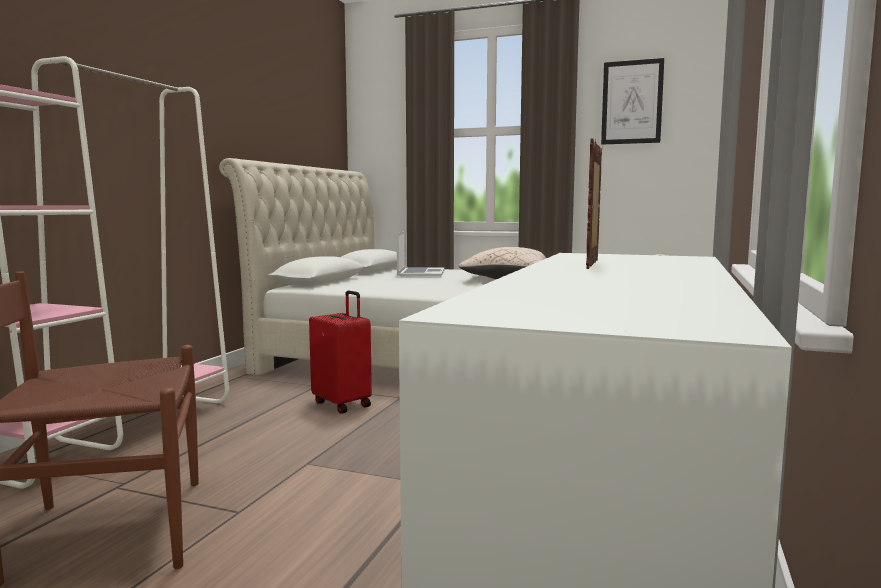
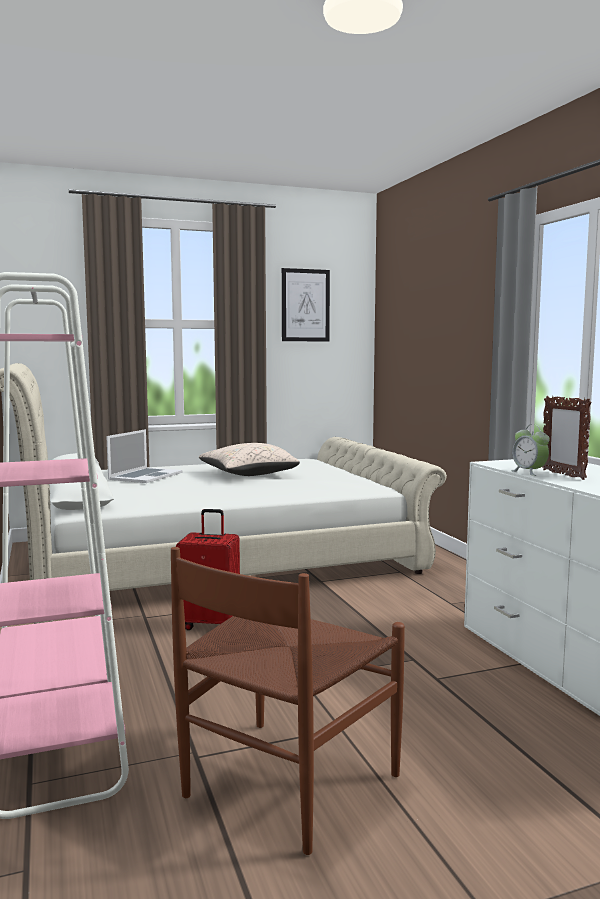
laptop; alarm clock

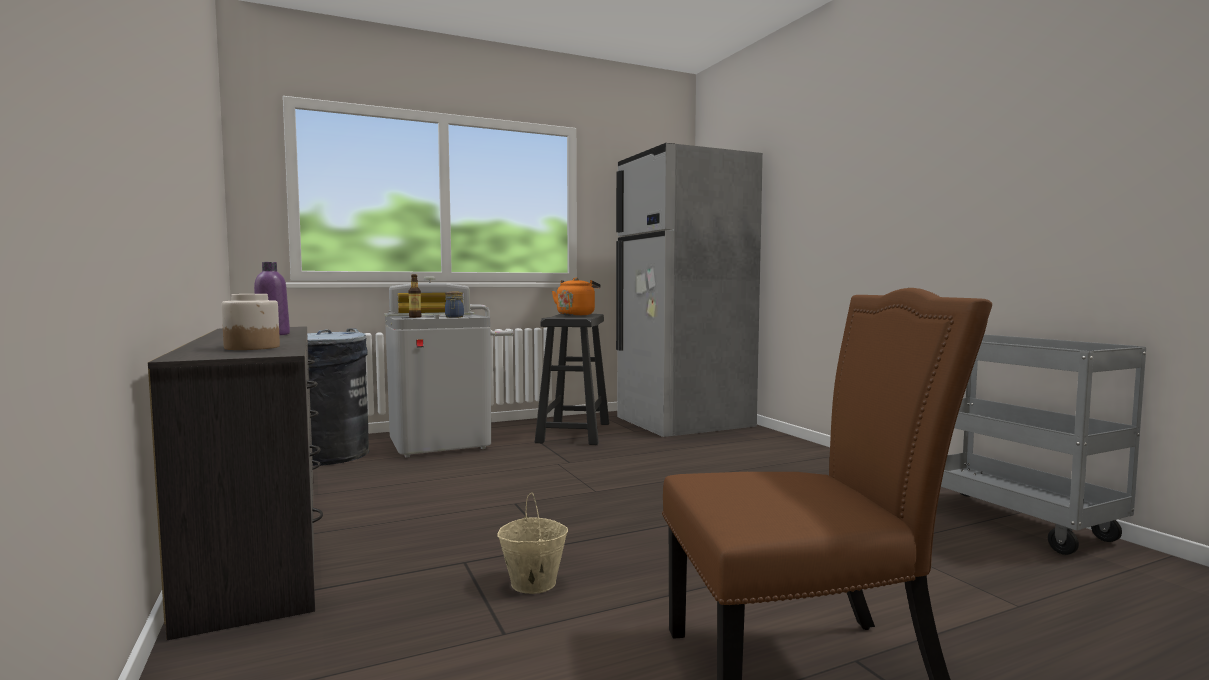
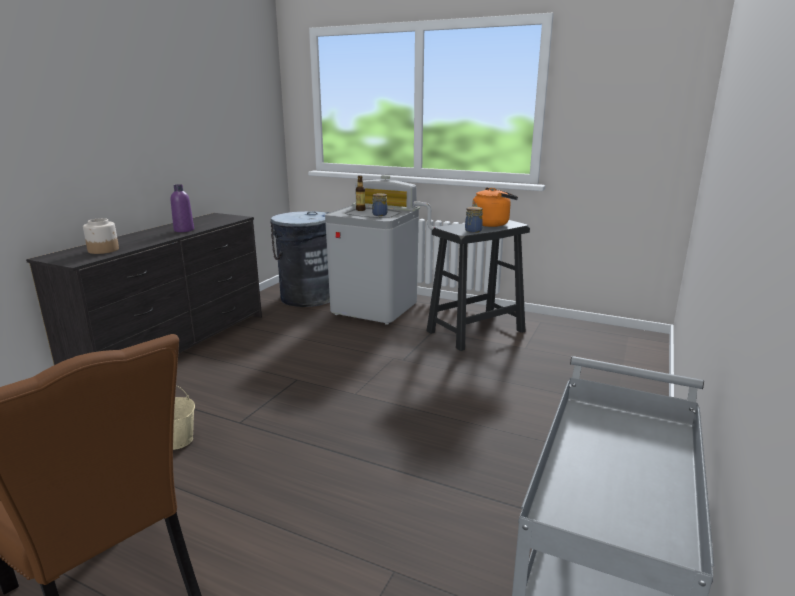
jar (3rd from left); fridge (grey)

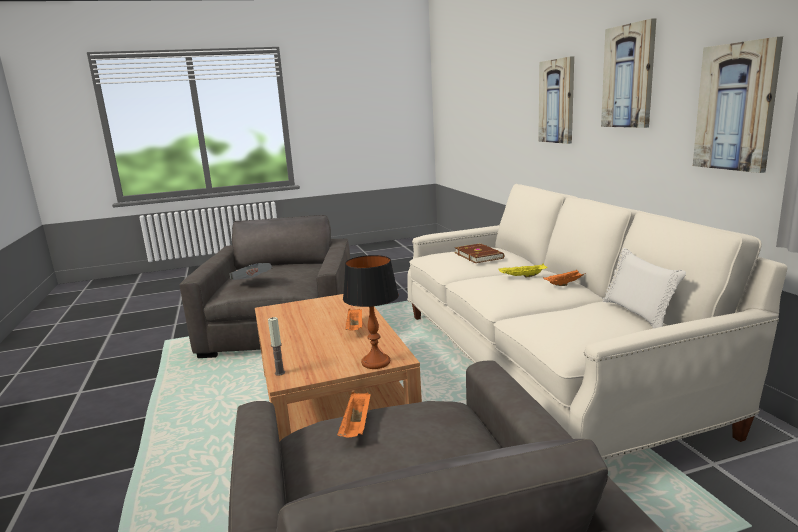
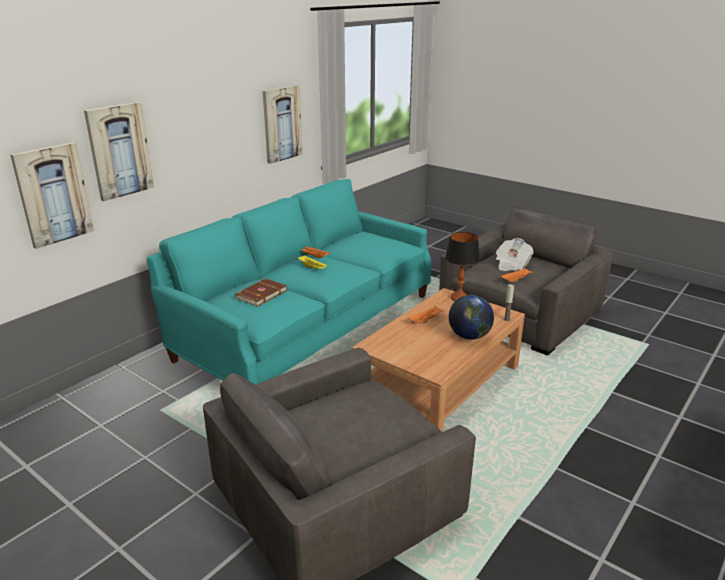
picture (1st from left); sofa (turquoise); globe; newspaper; pillow (white)

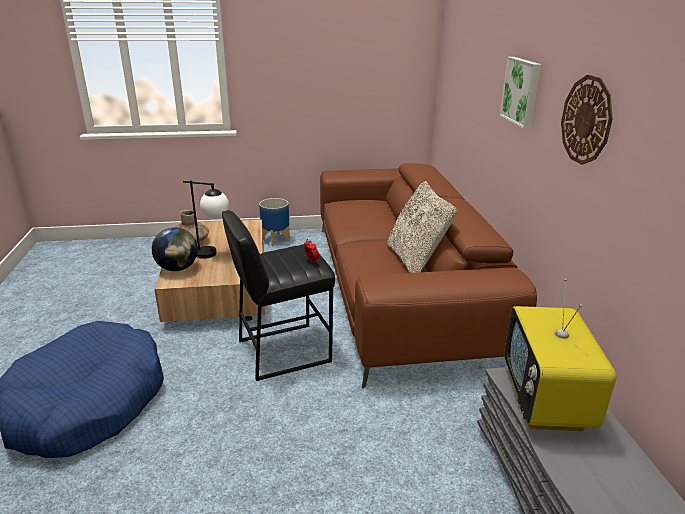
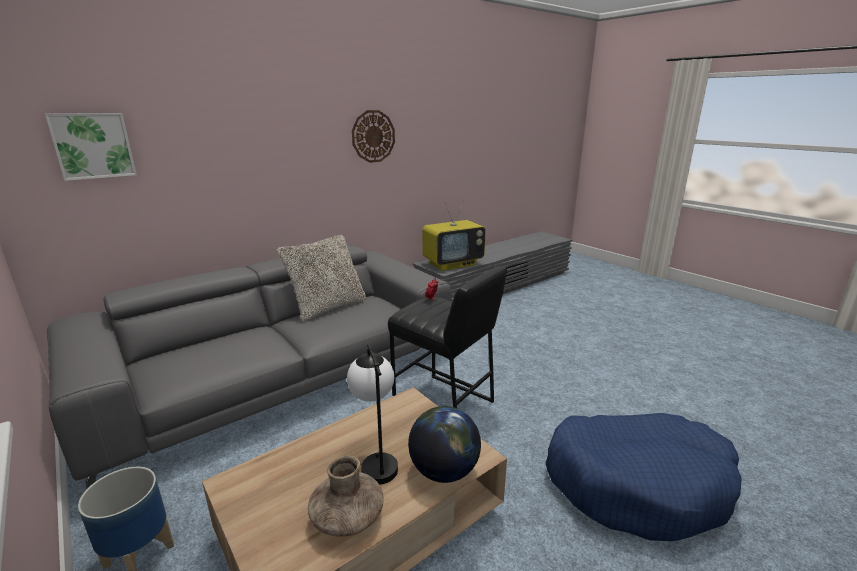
picture; sofa (grey)

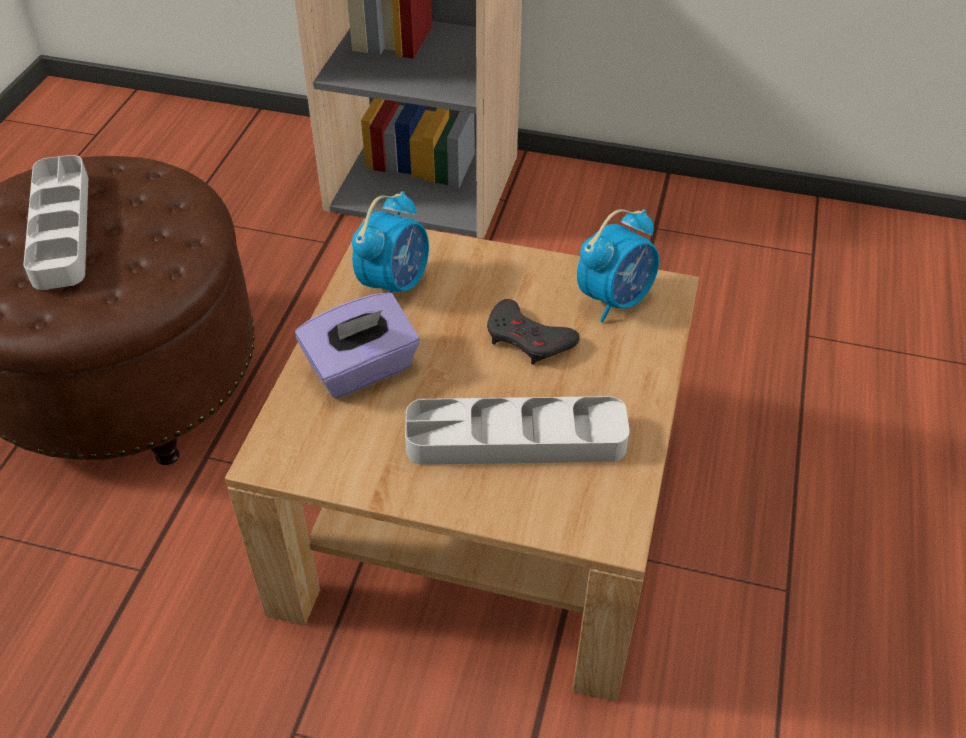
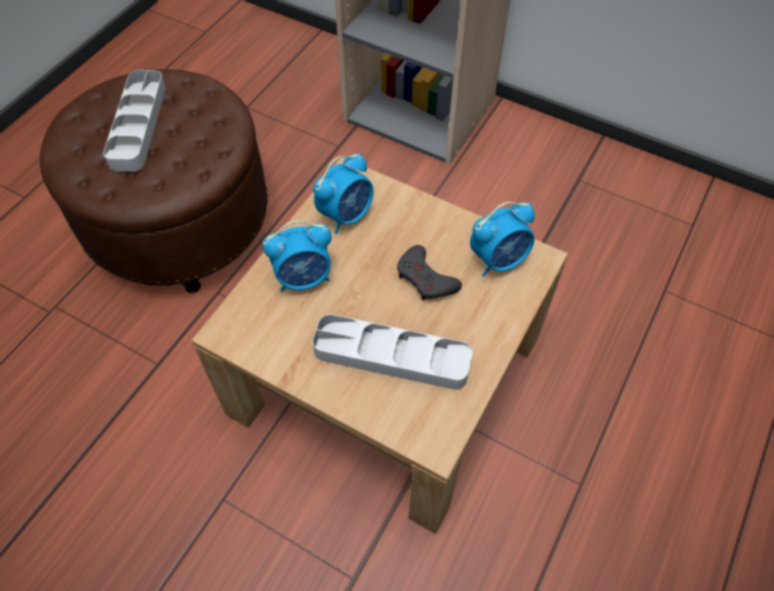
alarm clock (1st from left)

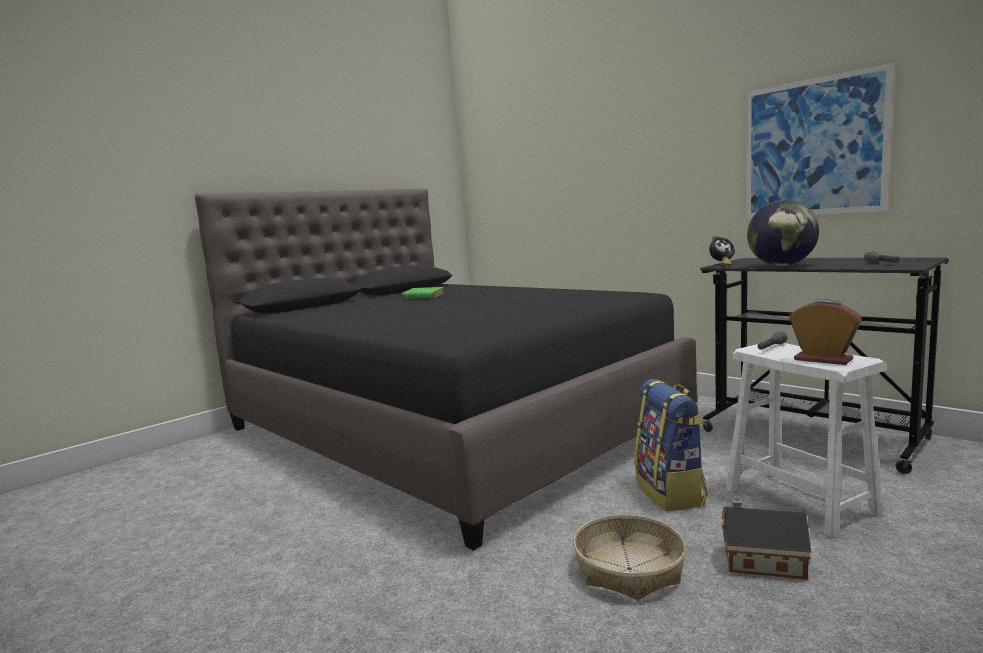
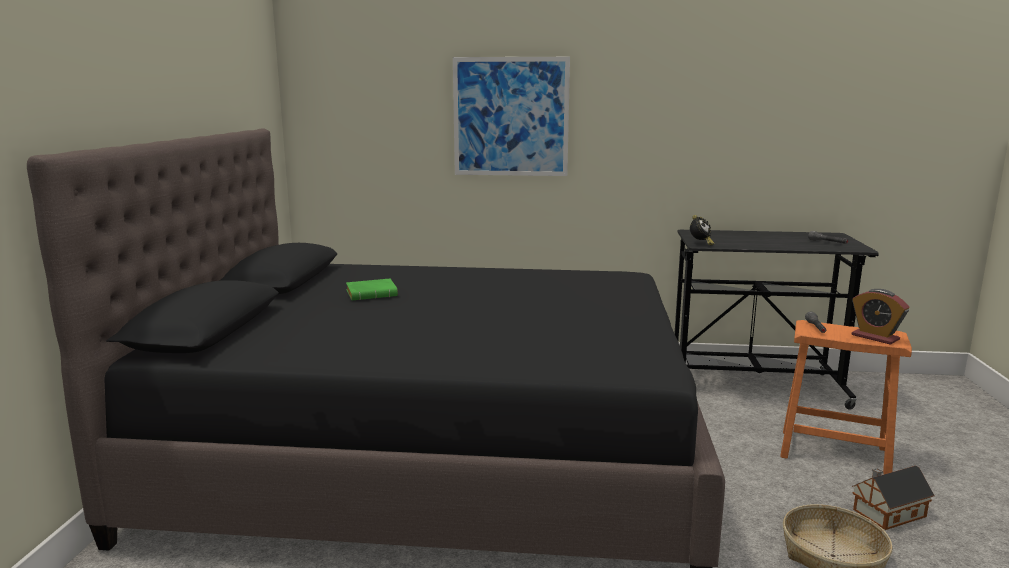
picture; stool (orange); alarm clock (2nd from left); backpack; globe

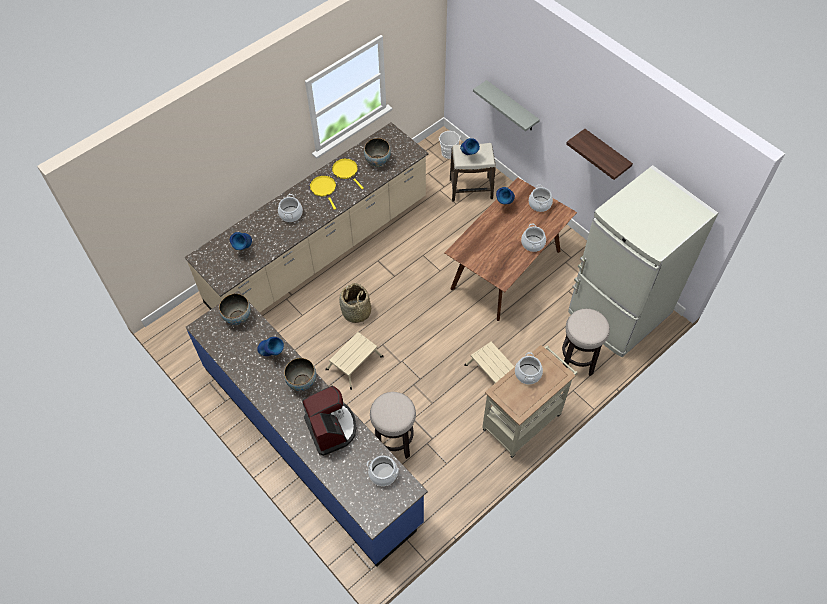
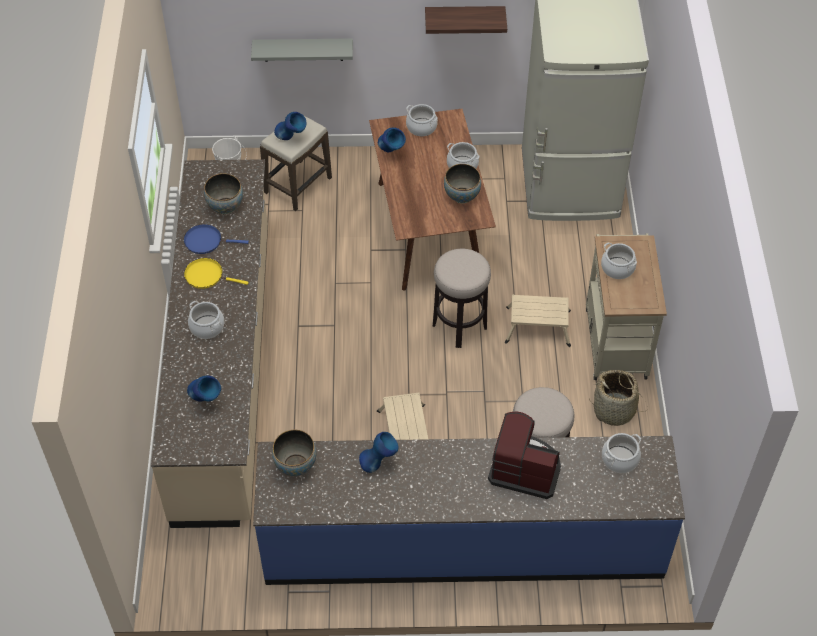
frying pan (blue); stool (2nd from left); bowl (3rd from left); basket

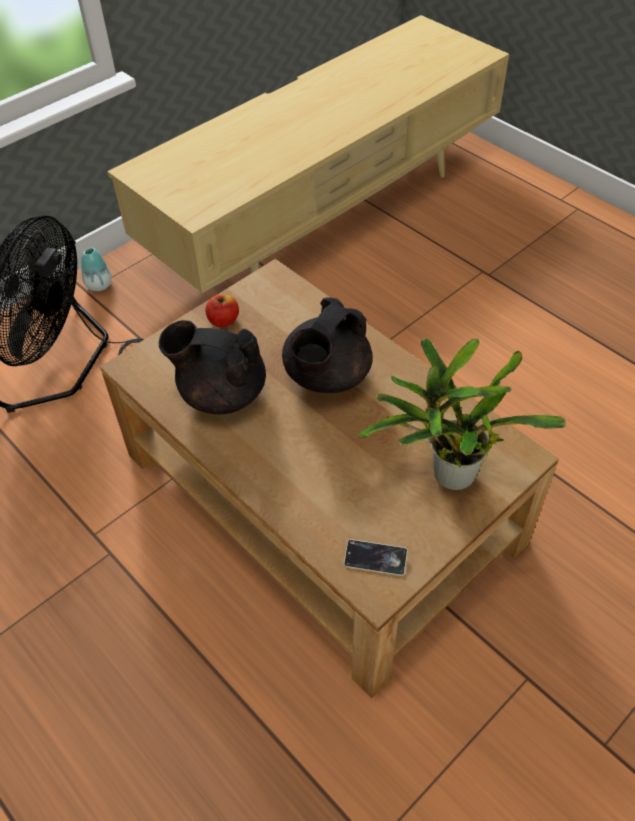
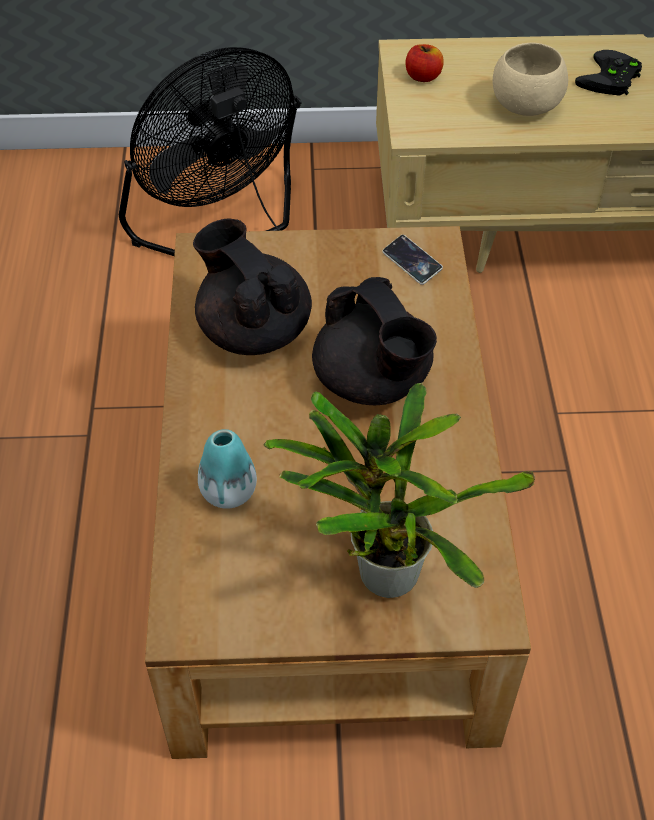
vase; teapot (black) (2nd from left); phone; apple; bowl (beige); game controller (black)

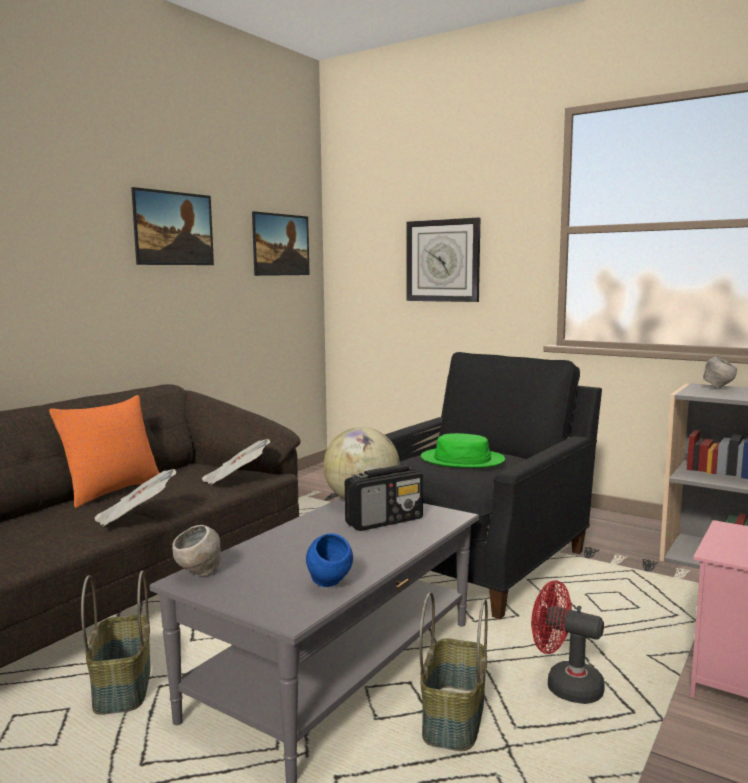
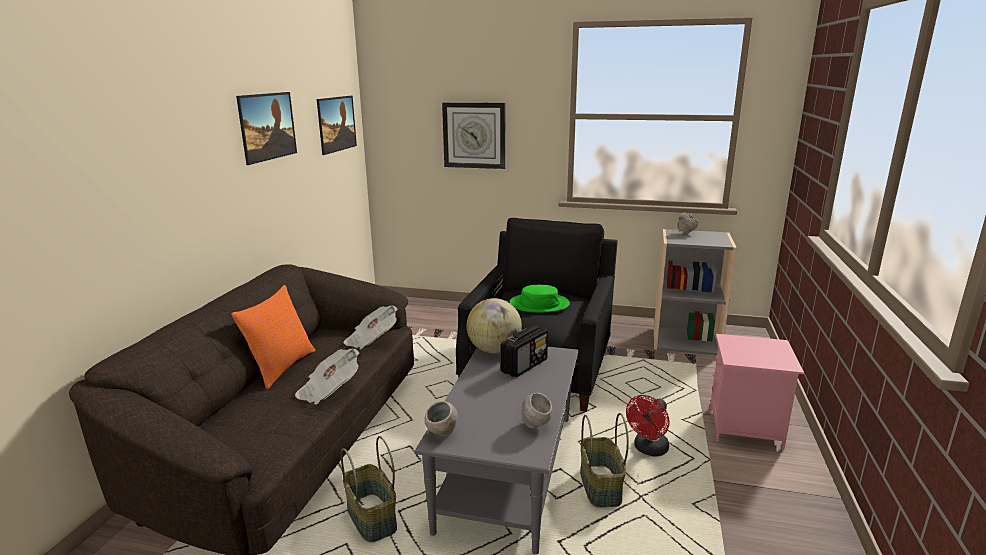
bowl (grey) (2nd from left); fan (red)

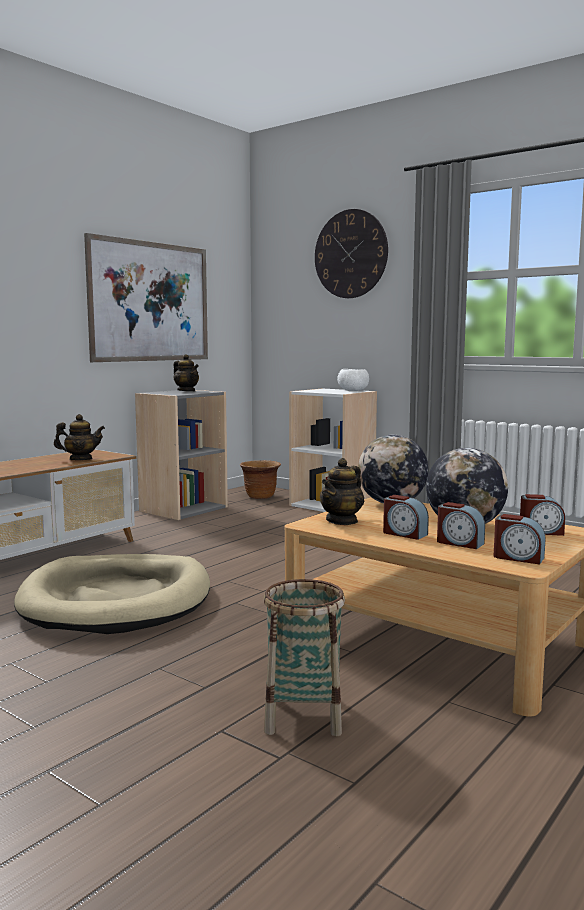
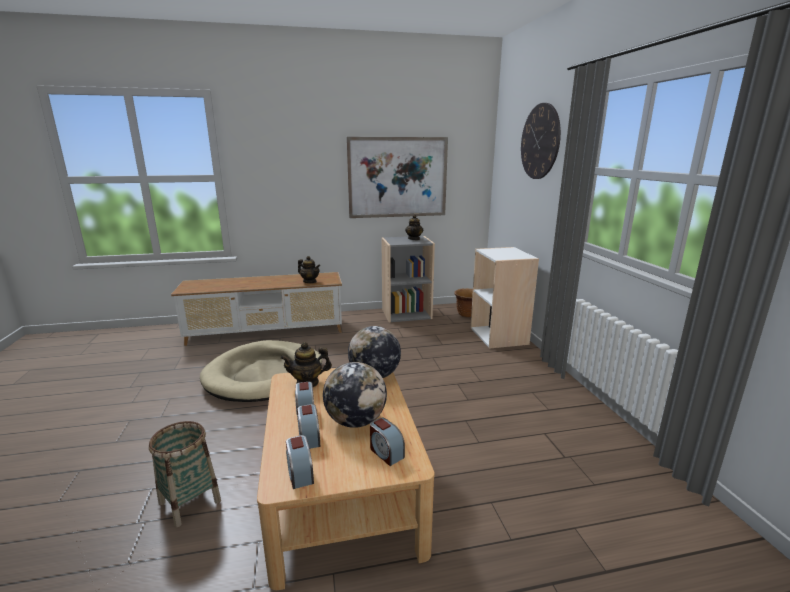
bowl (white)

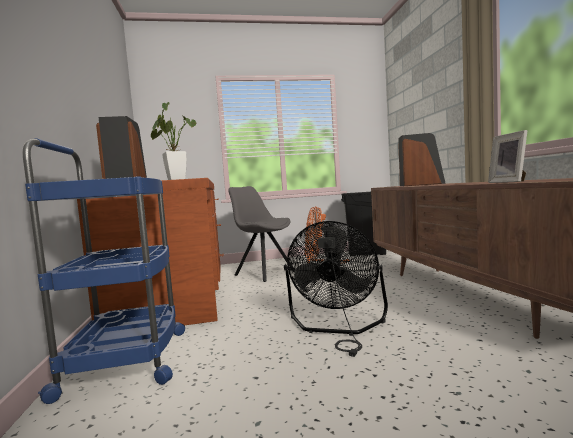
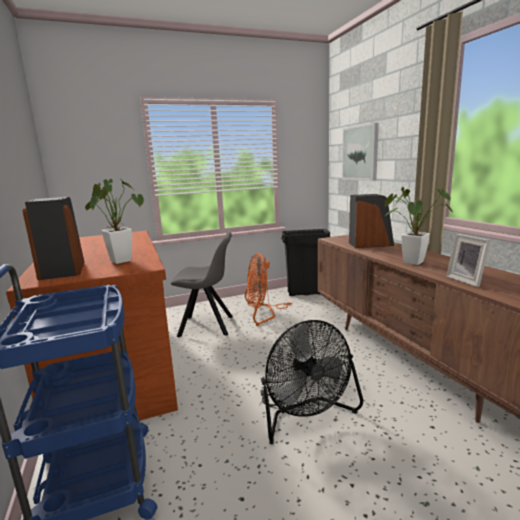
chair (grey); fan (black); picture; potted plant (2nd from left)

